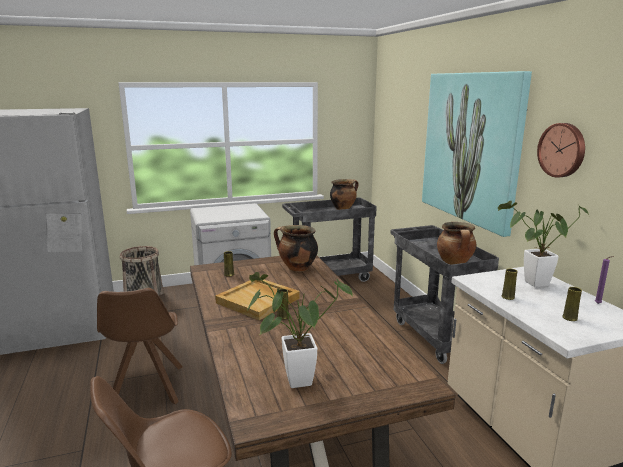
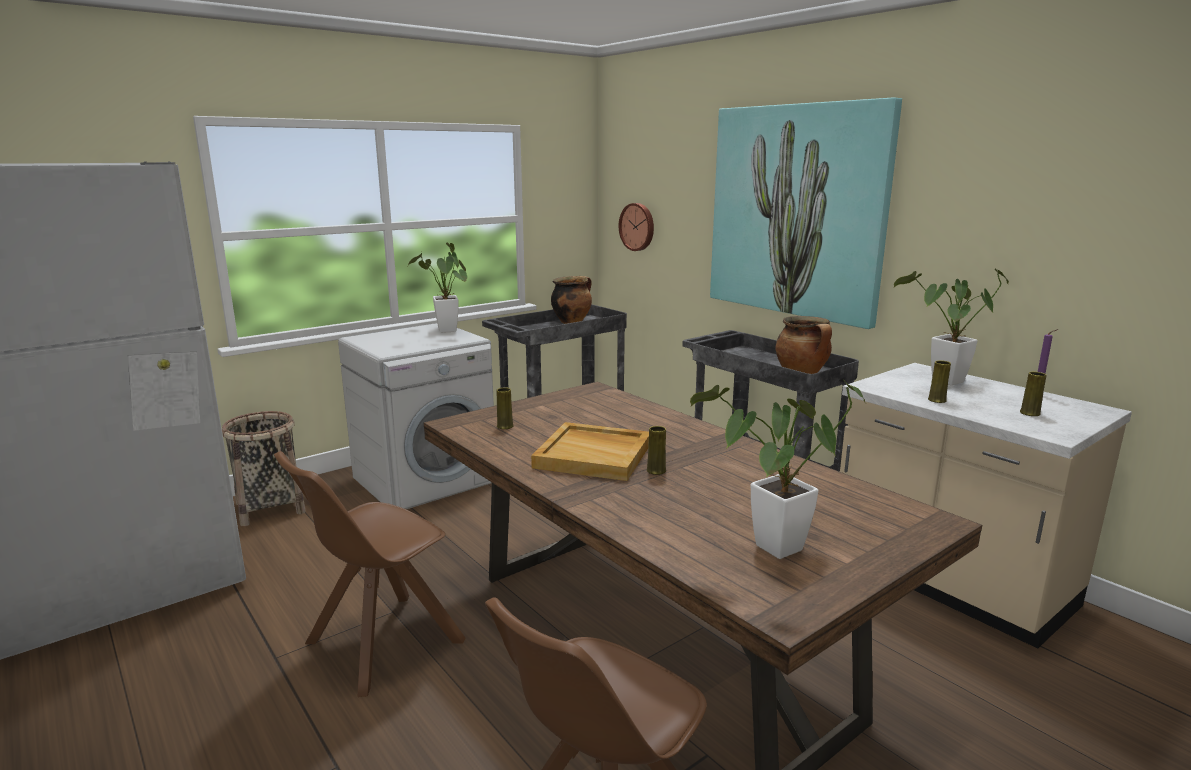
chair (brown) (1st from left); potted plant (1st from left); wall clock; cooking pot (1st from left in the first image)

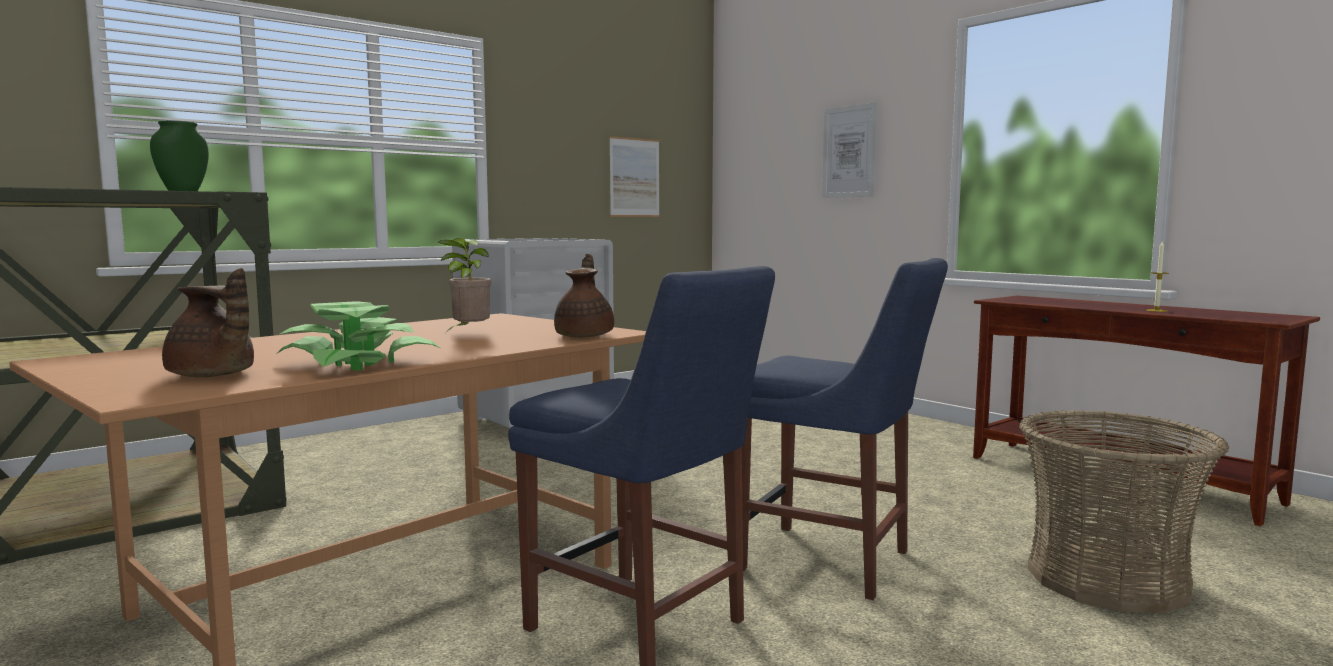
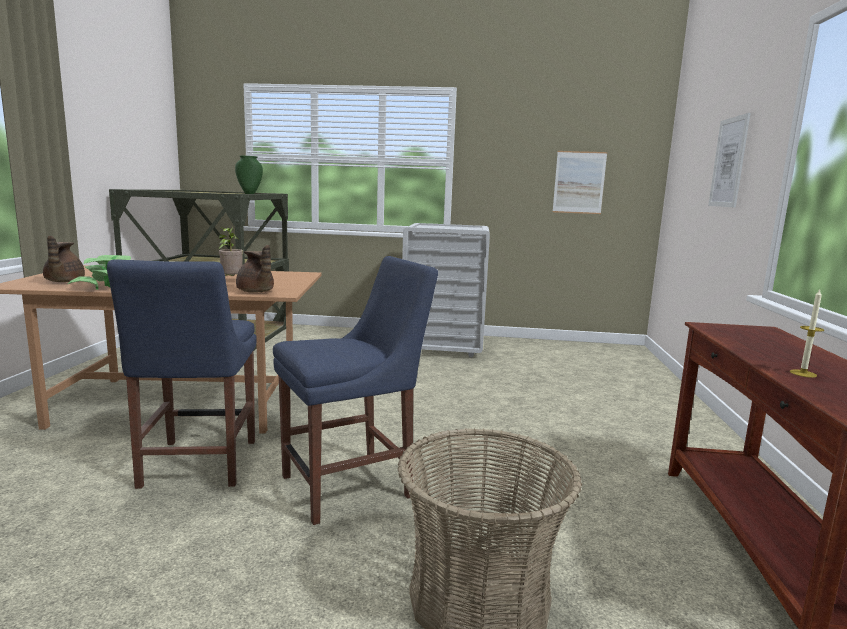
teapot (brown) (2nd from left); chair (blue) (2nd from left)

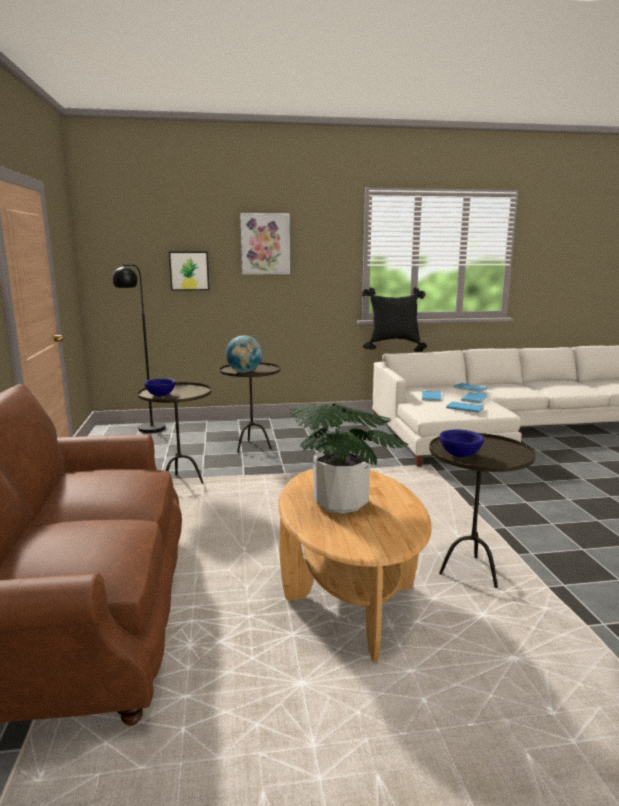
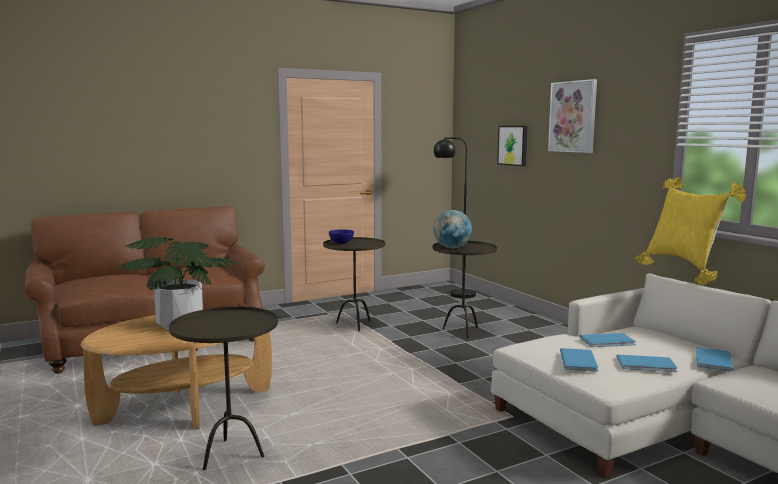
pillow (yellow); bowl (blue) (2nd from left in the first image)

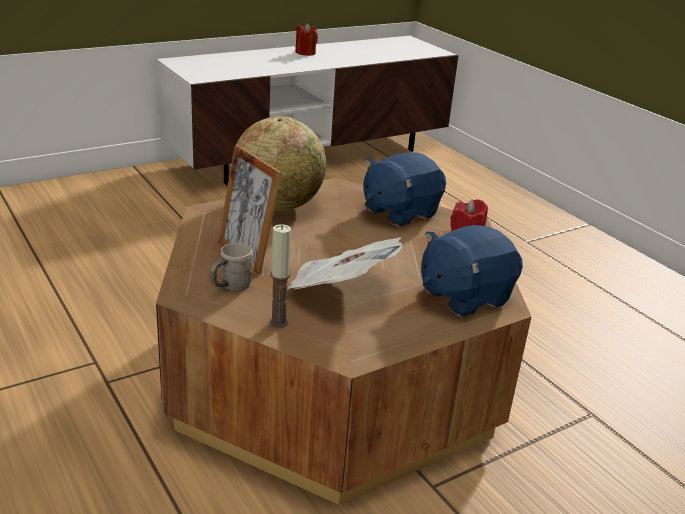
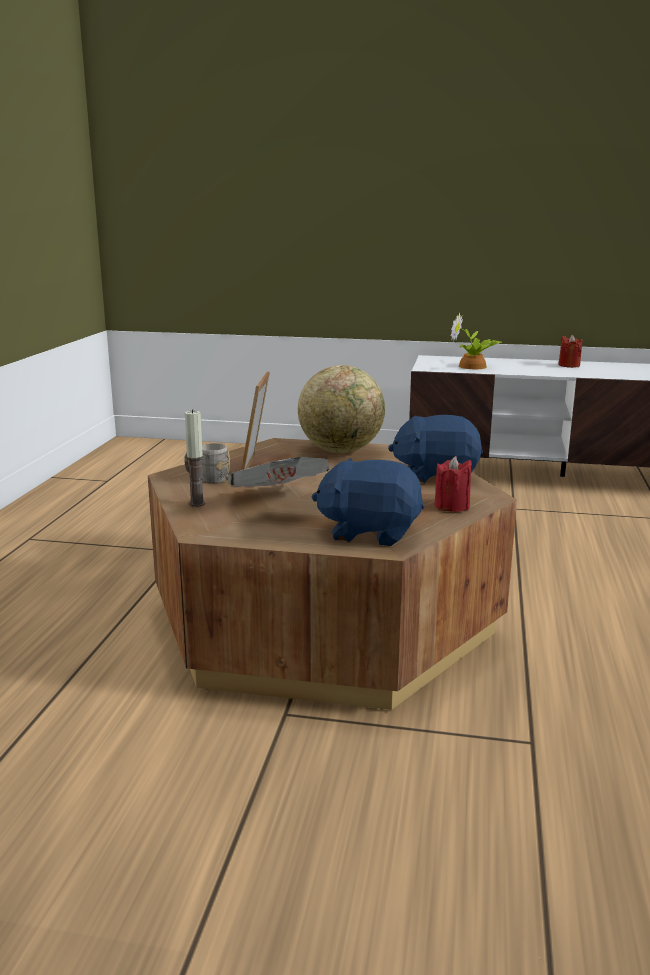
potted plant

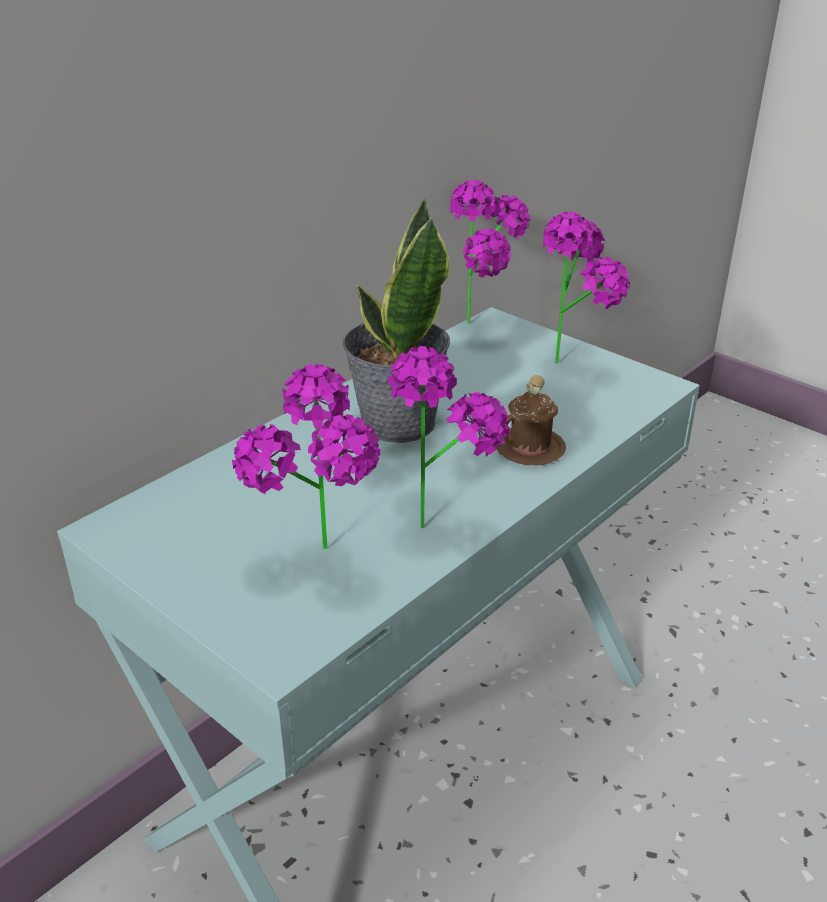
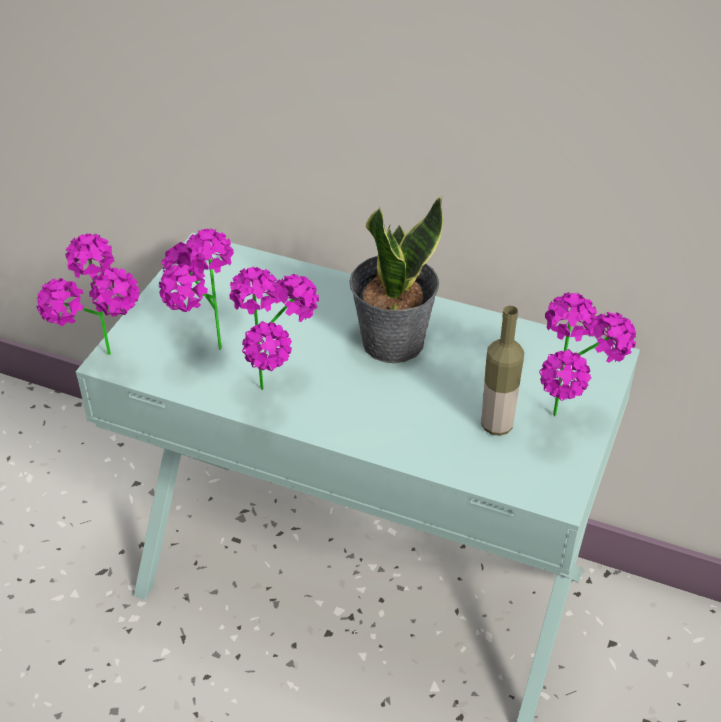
potted plant (1st from left); bottle; mug (brown)

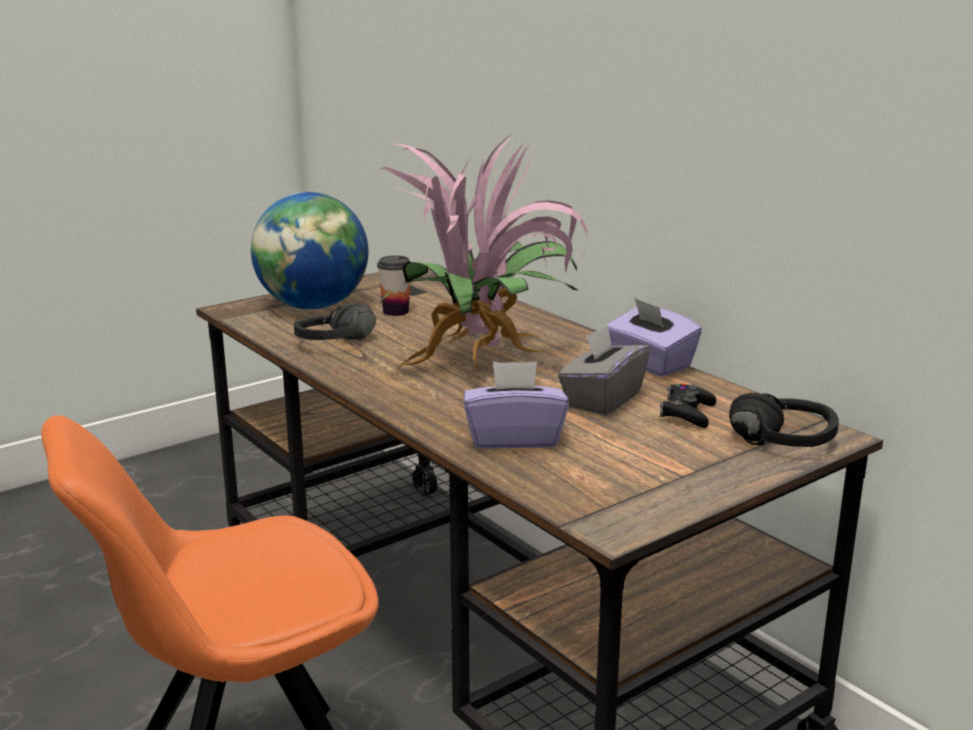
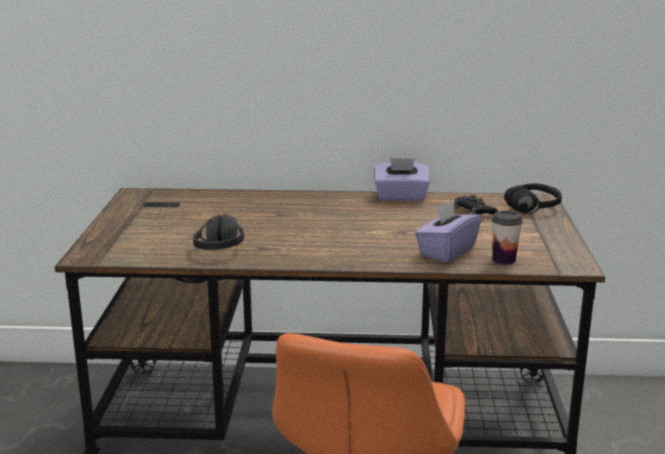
cup; globe; potted plant; tissue box (grey)

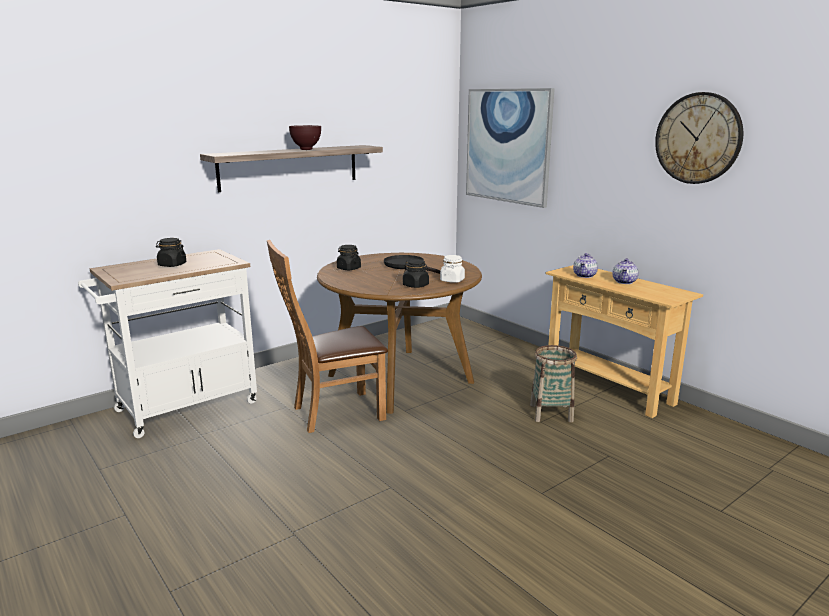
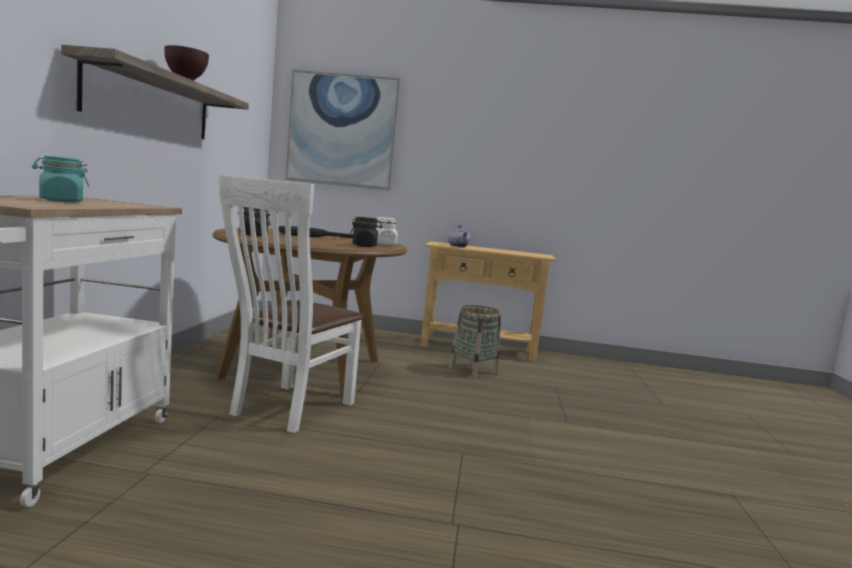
jar (turquoise); chair (white); teapot (2nd from left in the first image); wall clock

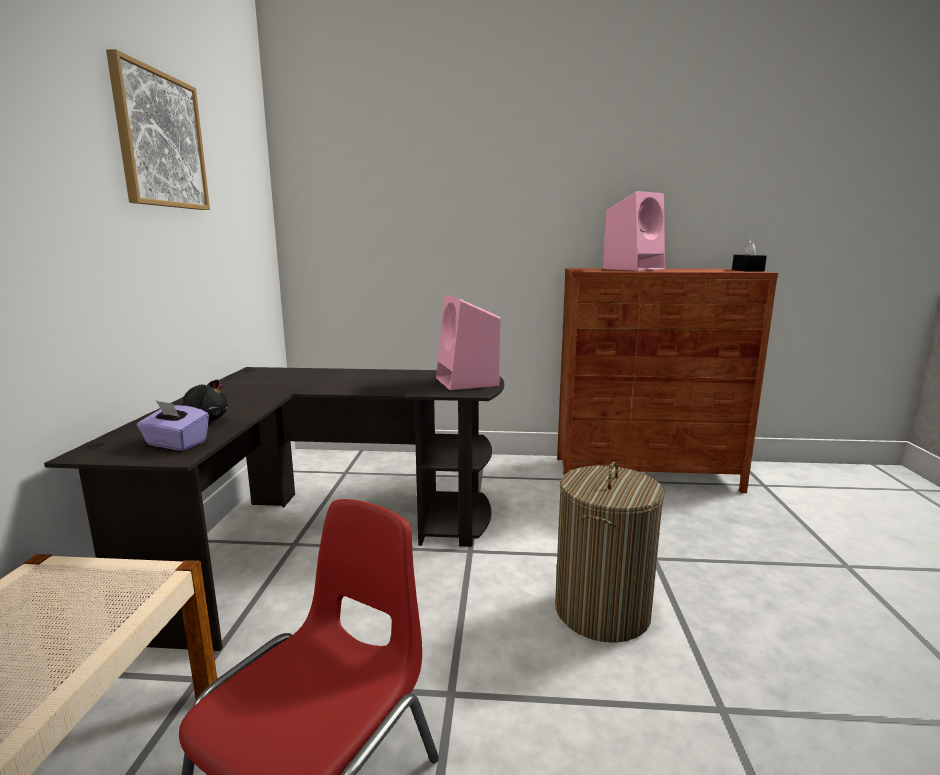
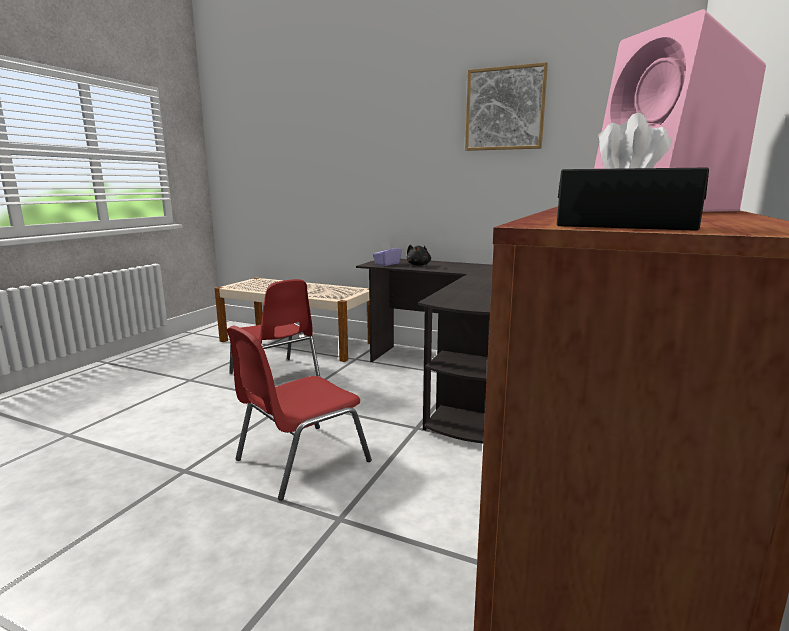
chair (red) (2nd from left); speaker (pink) (1st from left in the first image)

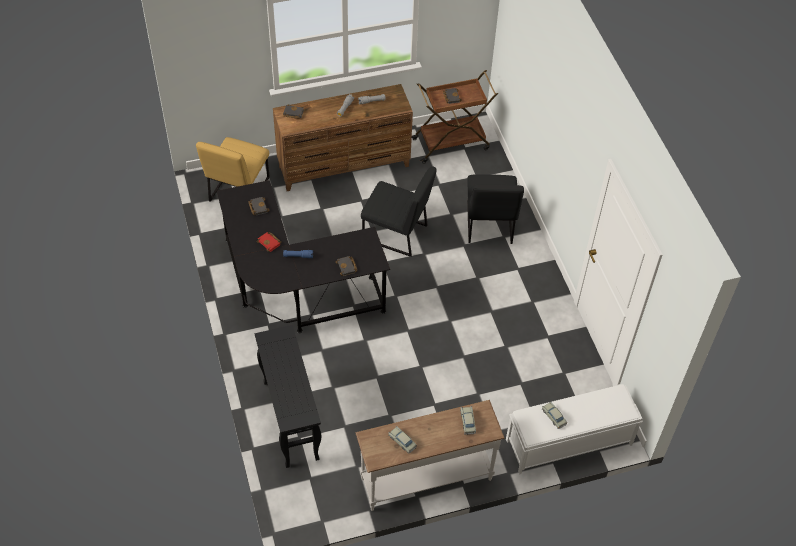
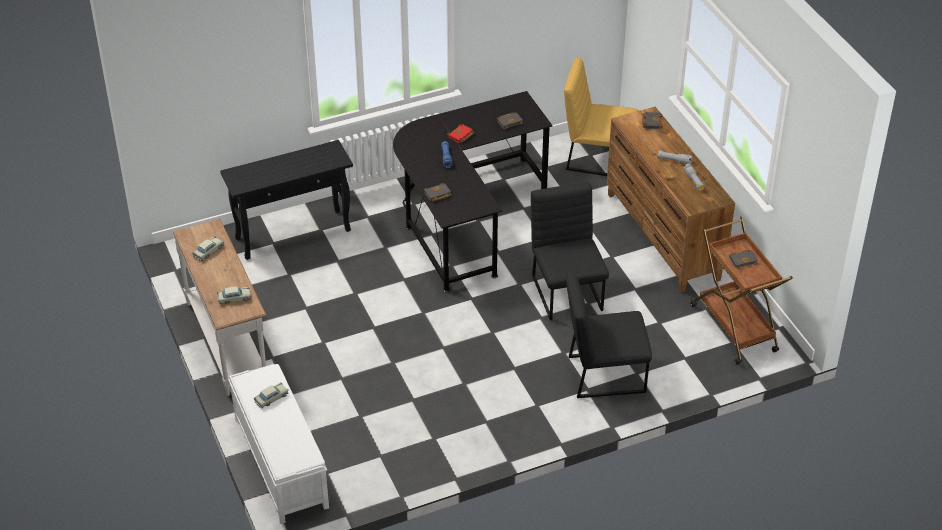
chair (black) (1st from left)

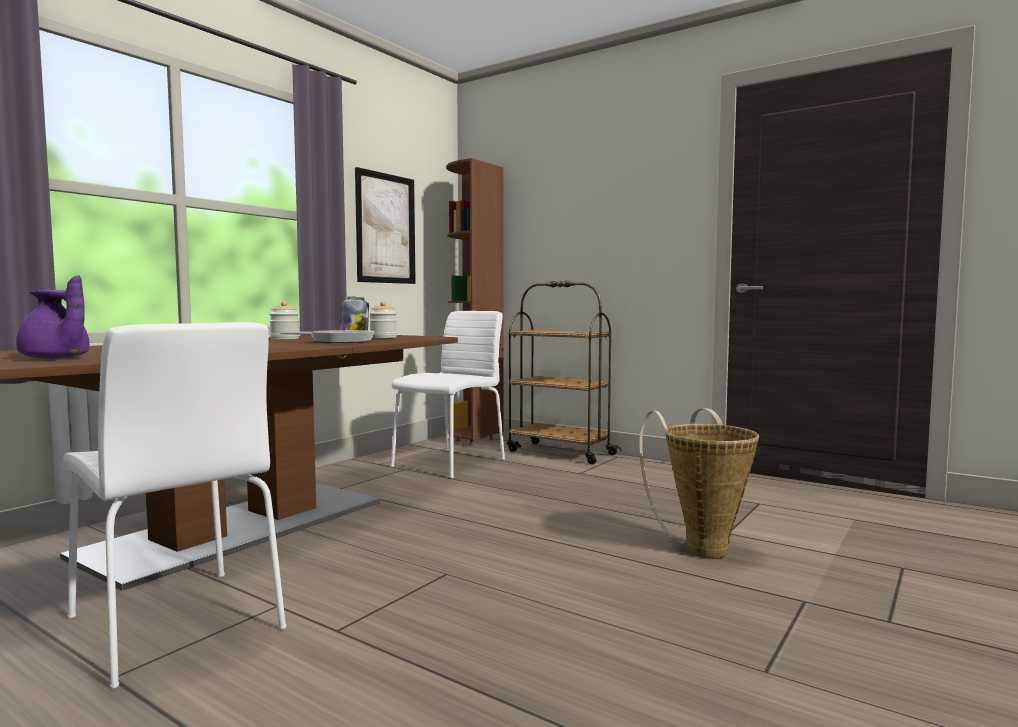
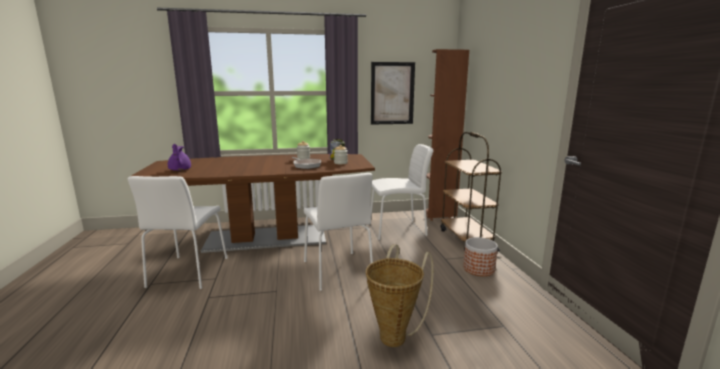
chair (white) (2nd from left); planter

